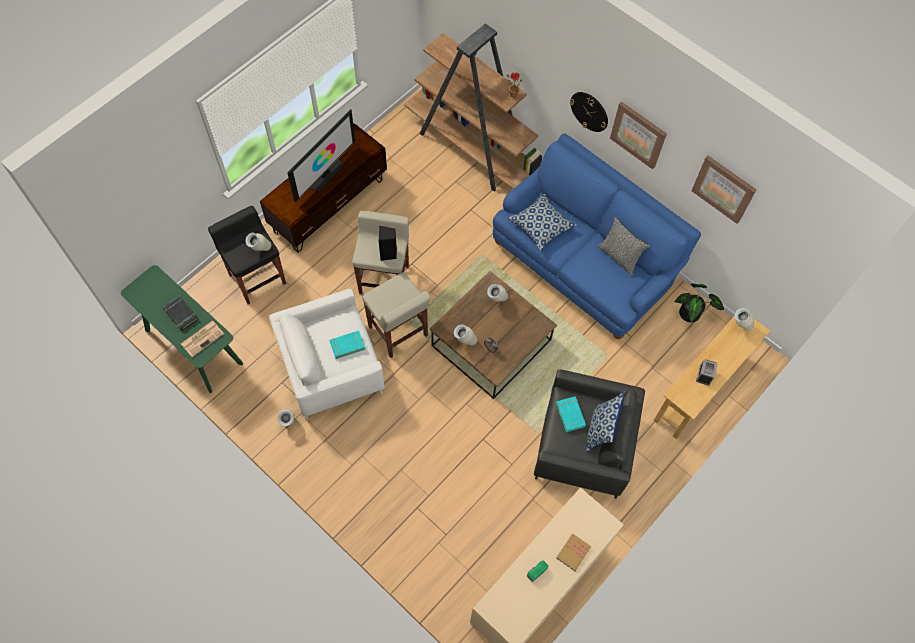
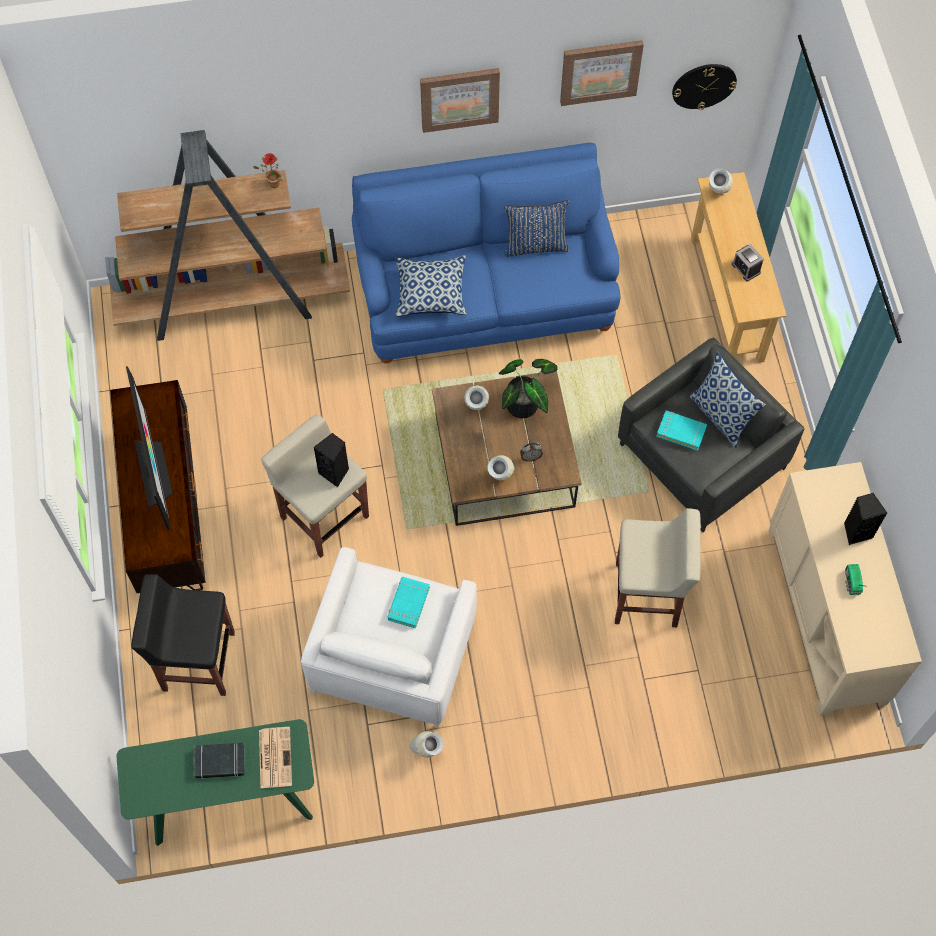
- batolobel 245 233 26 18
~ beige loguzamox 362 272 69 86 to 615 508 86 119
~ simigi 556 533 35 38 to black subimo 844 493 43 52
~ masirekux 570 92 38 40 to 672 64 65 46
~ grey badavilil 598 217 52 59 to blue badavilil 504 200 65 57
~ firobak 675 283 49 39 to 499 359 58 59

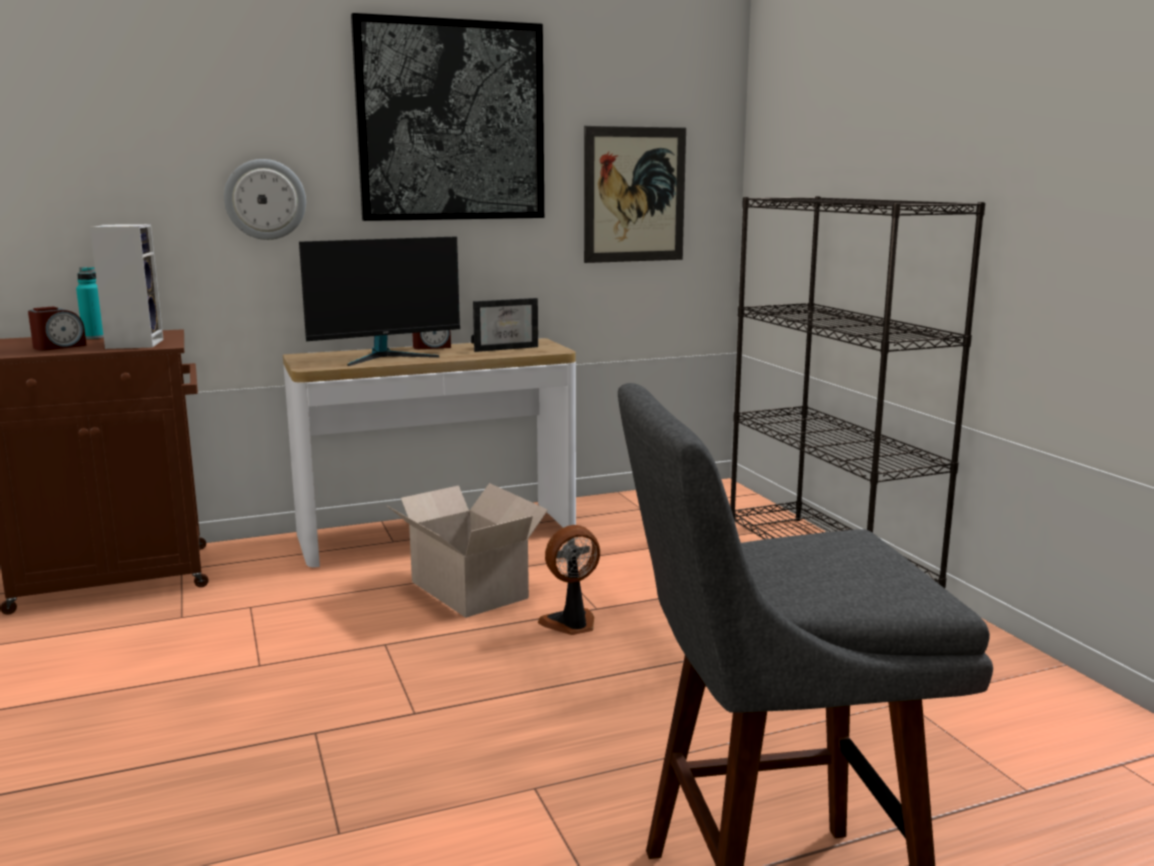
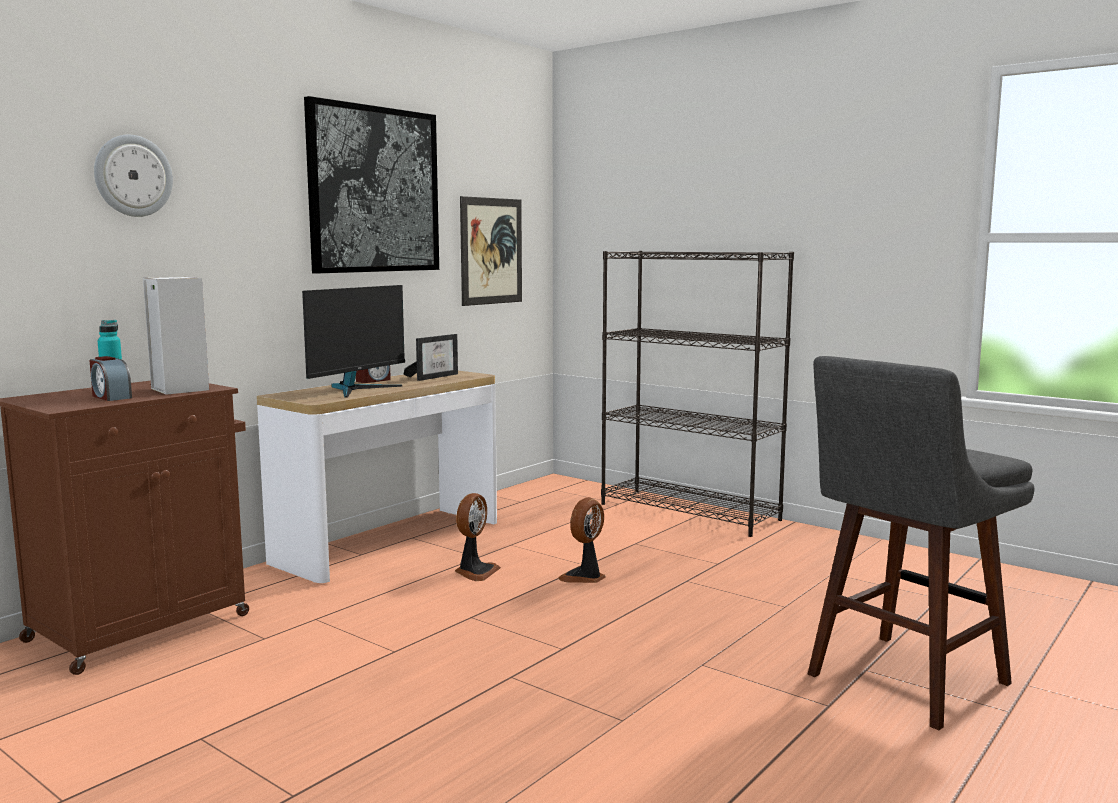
~ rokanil 28 307 59 44 = 89 356 43 45 120 degrees clockwise
~ masirekux 224 159 82 81 to 94 135 79 82
~ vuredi 386 483 162 135 to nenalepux 455 493 46 88

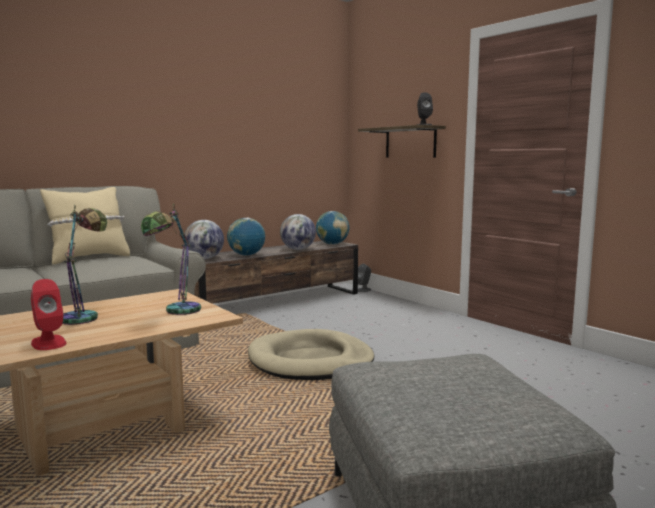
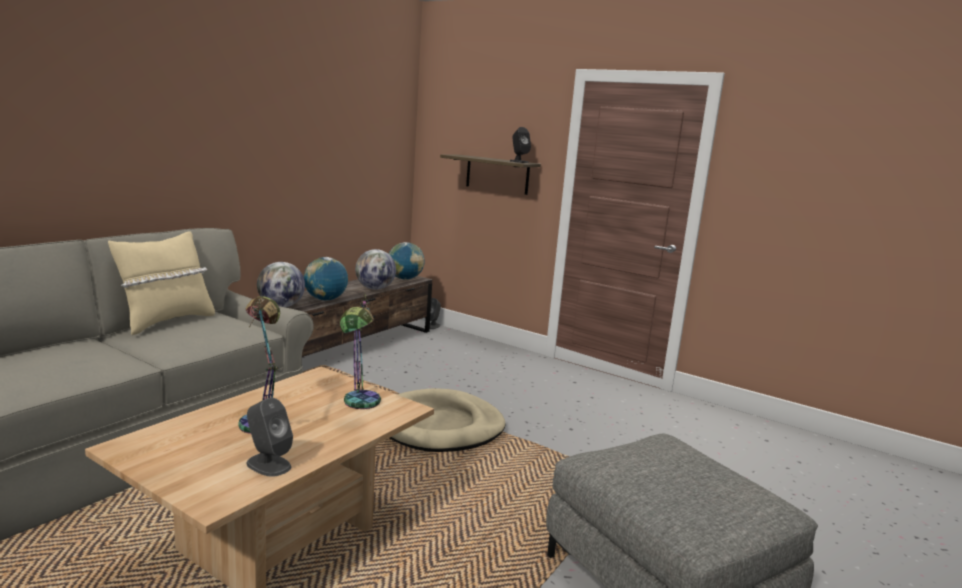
~ red subimo 31 279 35 71 to grey subimo 246 398 47 79

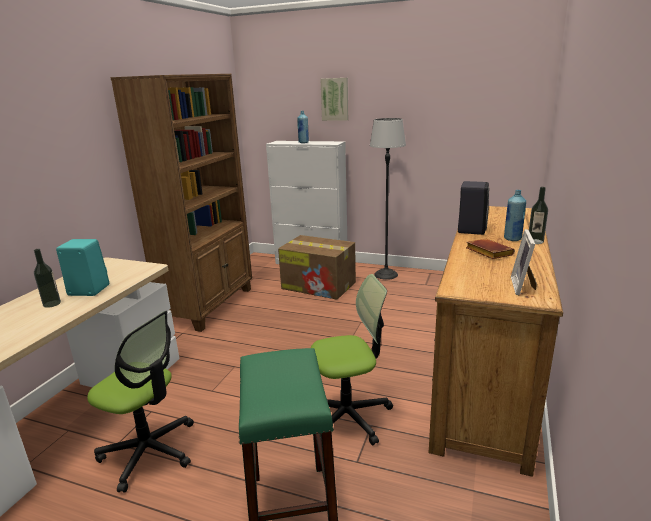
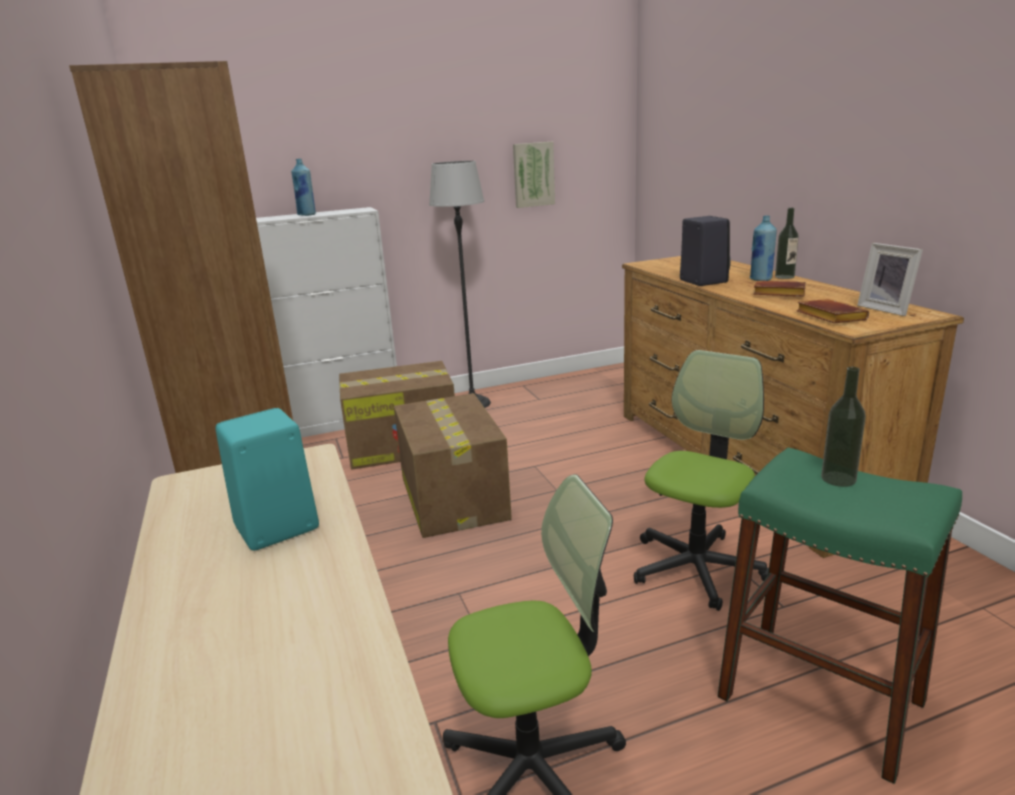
~ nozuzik 34 249 27 59 to 821 367 45 120
~ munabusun 320 78 28 43 to 513 142 42 66
+ vuredi 394 393 118 145
+ brown simigi 796 299 73 24

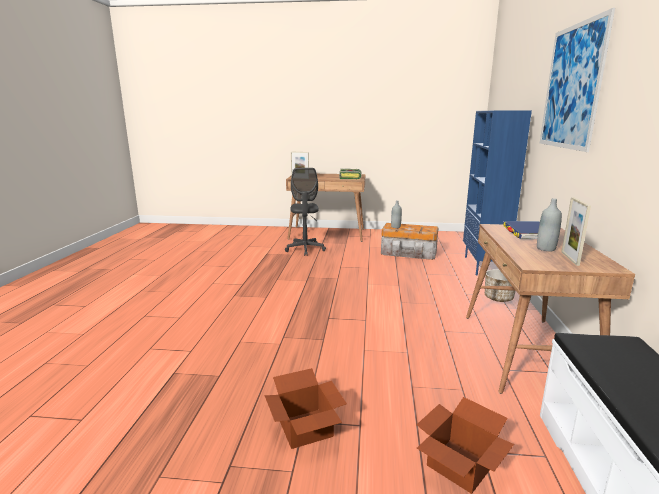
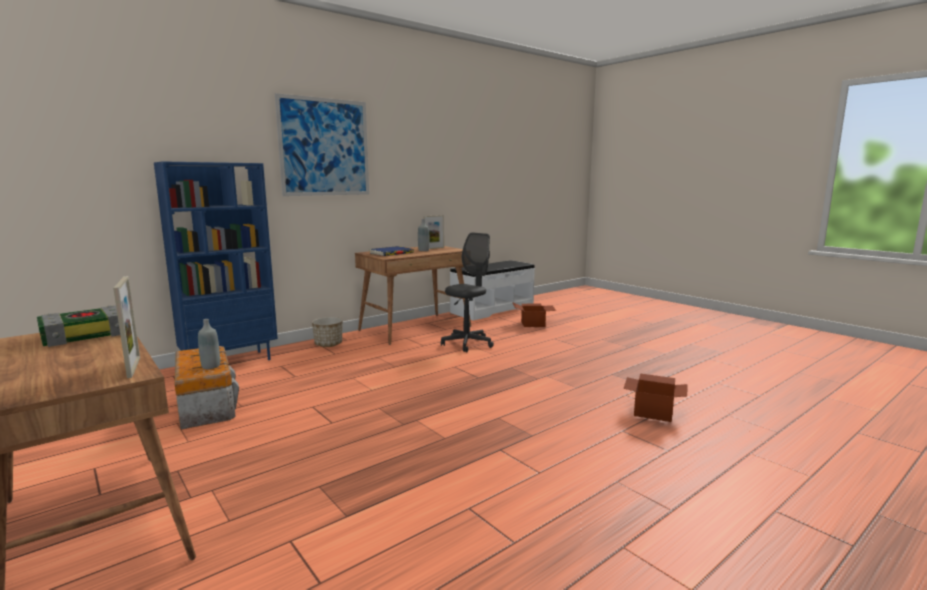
~ vuredi 264 368 83 81 to 623 373 64 49
~ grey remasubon 285 168 41 88 to 441 232 53 120

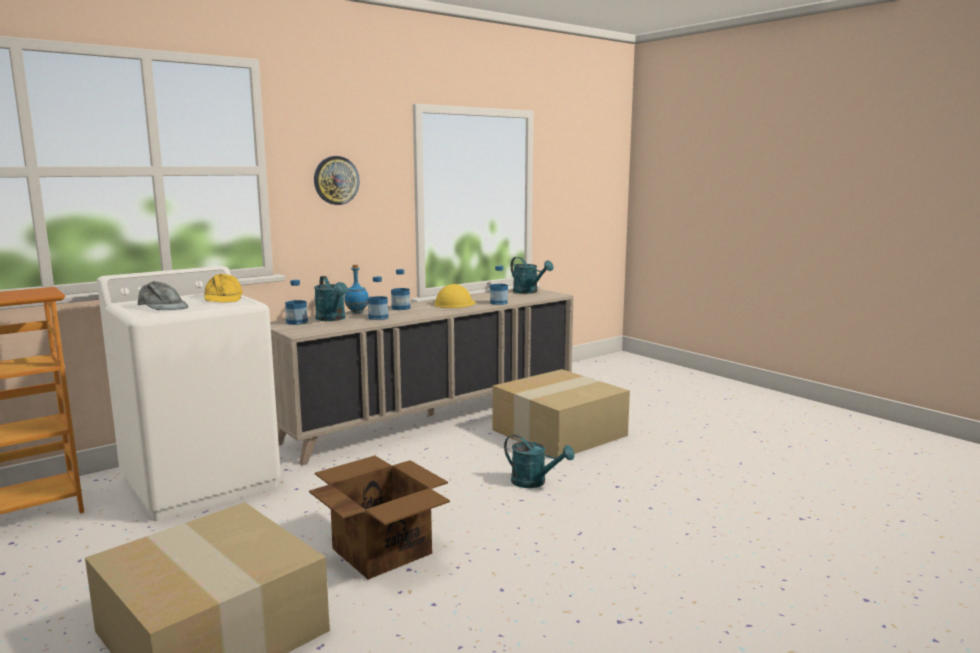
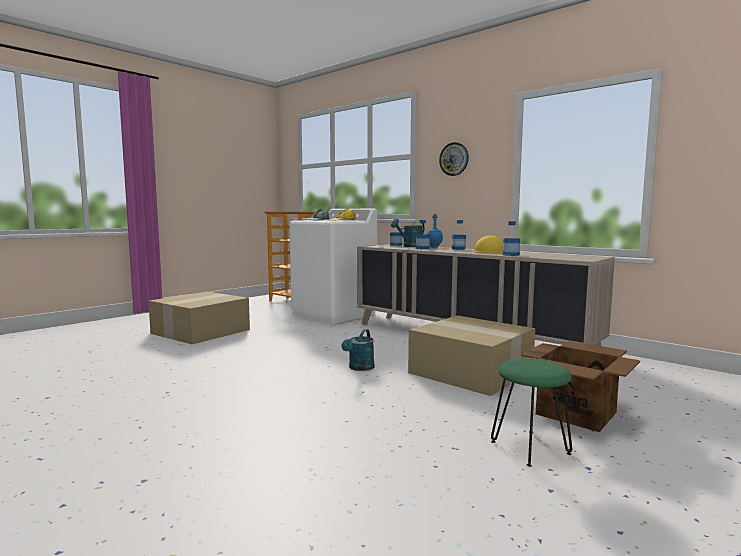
~ vuredi 309 456 141 123 to 521 341 119 91
- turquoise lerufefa 511 257 42 37
+ green loguzamox 491 358 81 109

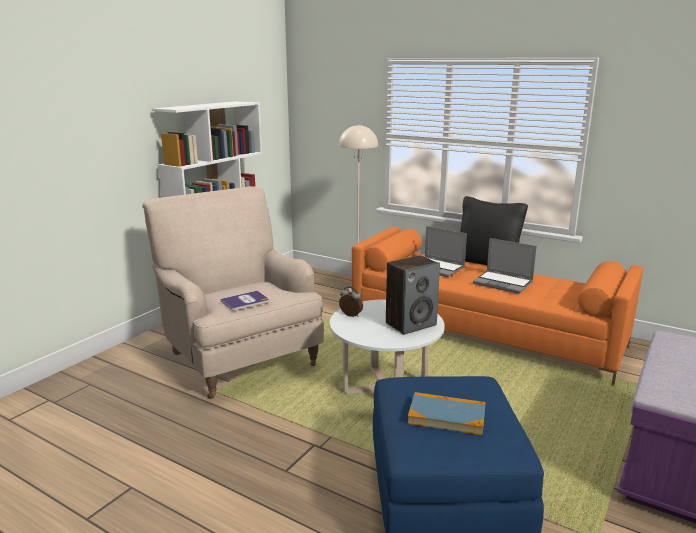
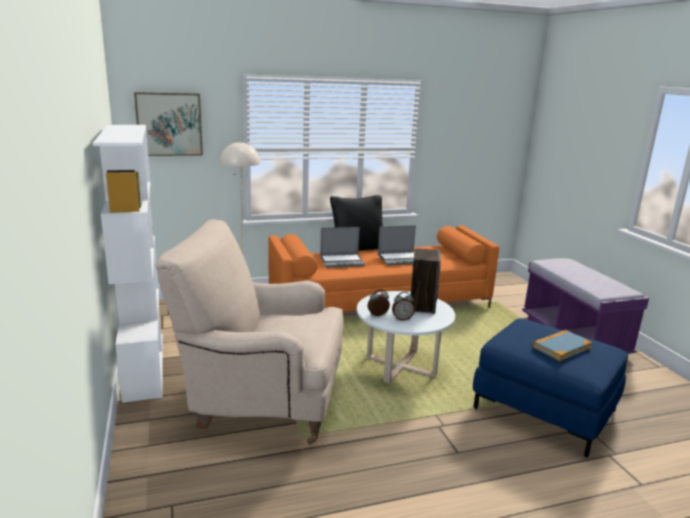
- simigi 221 291 48 19
+ munabusun 134 92 69 64
+ rokanil 392 292 23 29

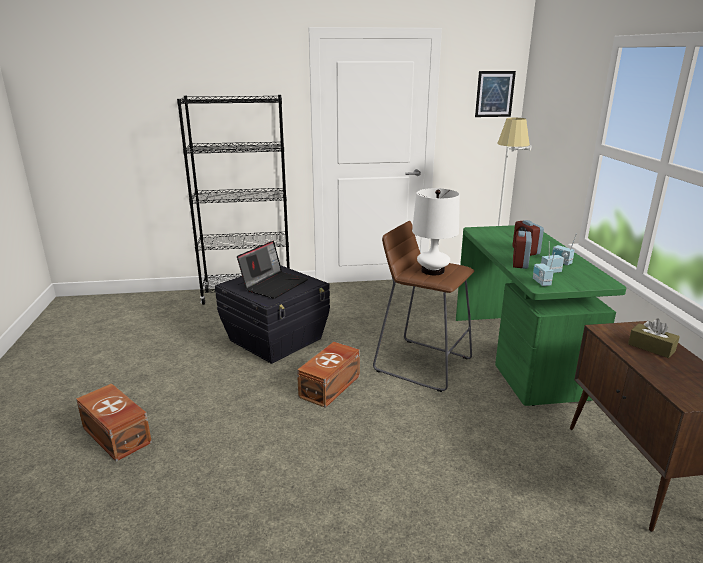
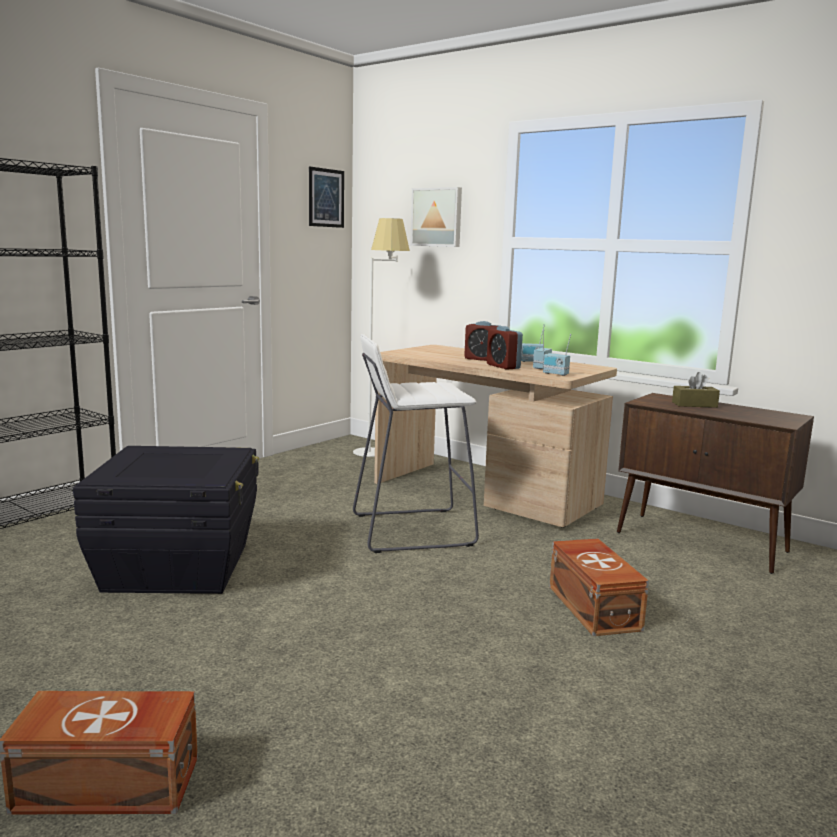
- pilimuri 237 241 71 58
~ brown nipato 297 342 63 66 to 549 538 100 98
~ brown loguzamox 373 221 101 171 to white loguzamox 353 334 126 219
- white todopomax 412 188 48 87
~ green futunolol 456 225 170 181 to beige futunolol 374 345 243 183
+ munabusun 410 187 52 60

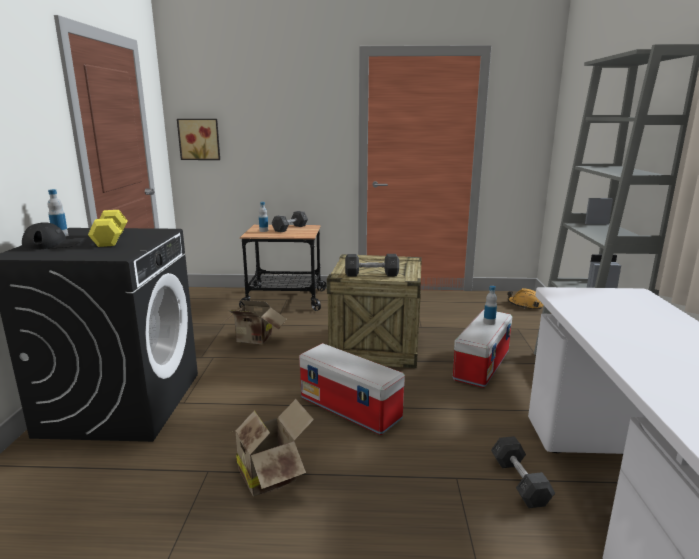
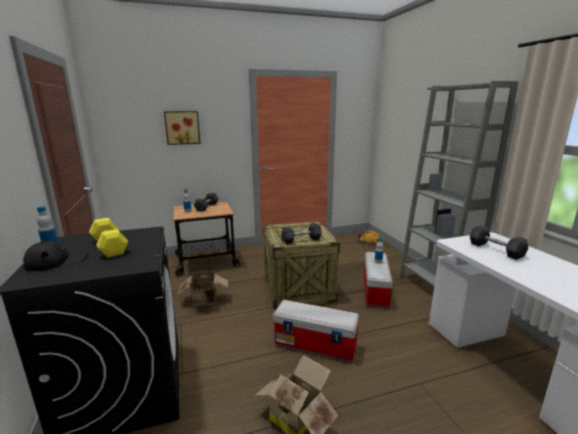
~ munabusun 177 119 43 41 to 164 111 37 34
~ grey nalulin 491 436 64 72 to 470 225 58 35

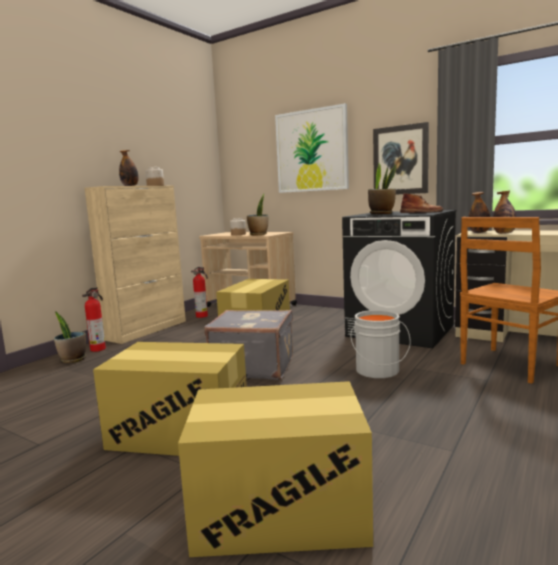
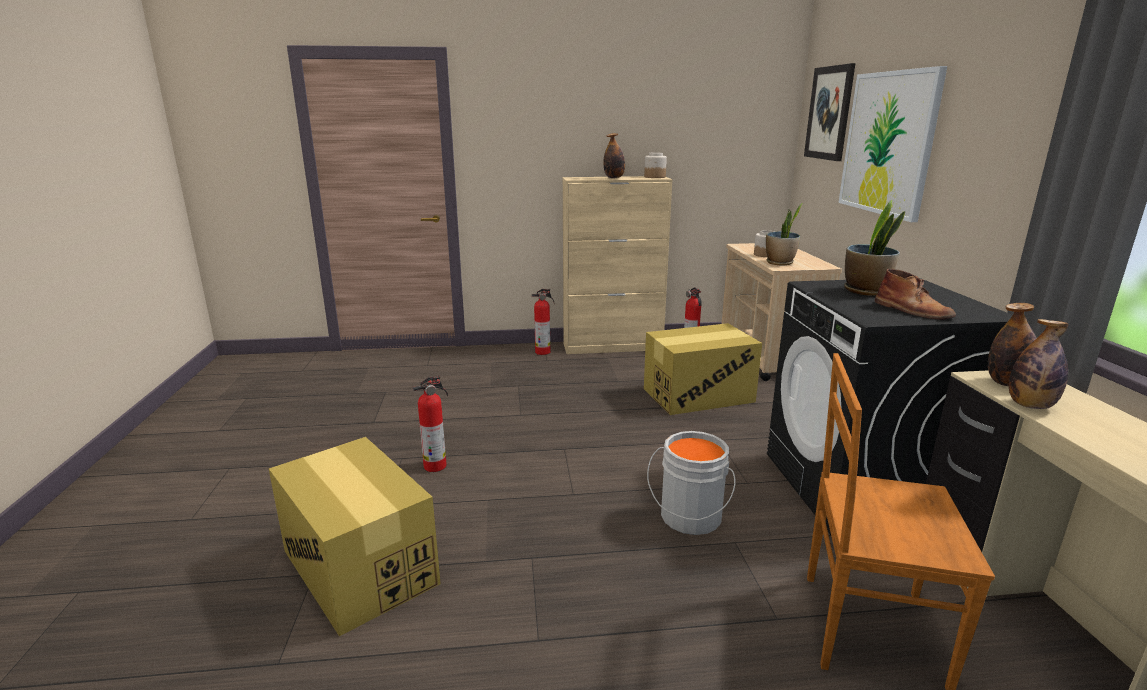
- firobak 54 311 32 52
~ vuredi 93 342 154 114 to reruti 413 376 35 96
- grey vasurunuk 204 310 89 70
~ munabusun 373 122 56 73 to 804 63 52 98

